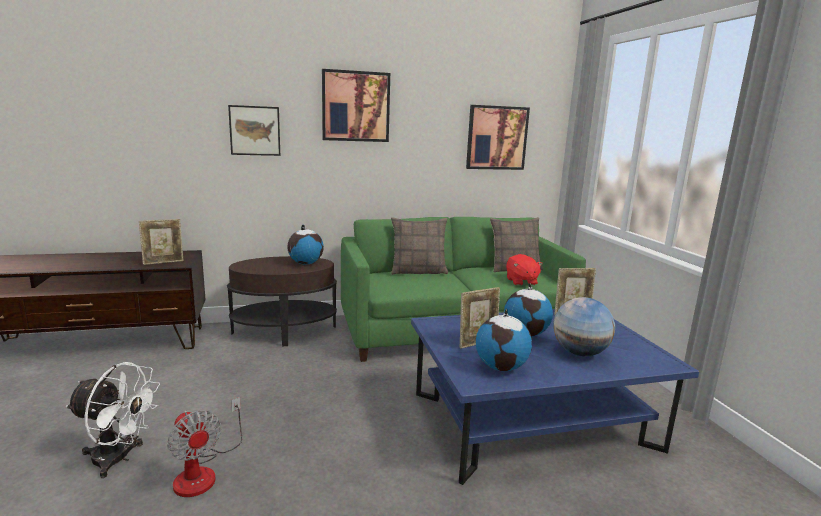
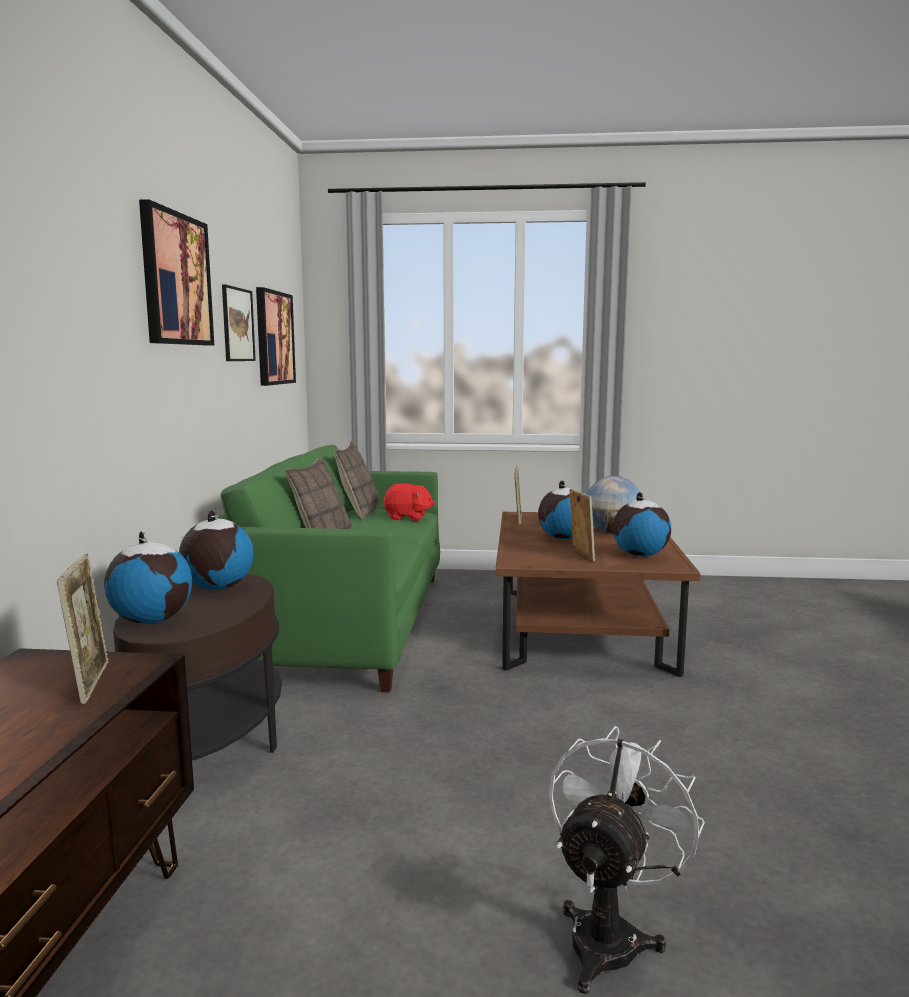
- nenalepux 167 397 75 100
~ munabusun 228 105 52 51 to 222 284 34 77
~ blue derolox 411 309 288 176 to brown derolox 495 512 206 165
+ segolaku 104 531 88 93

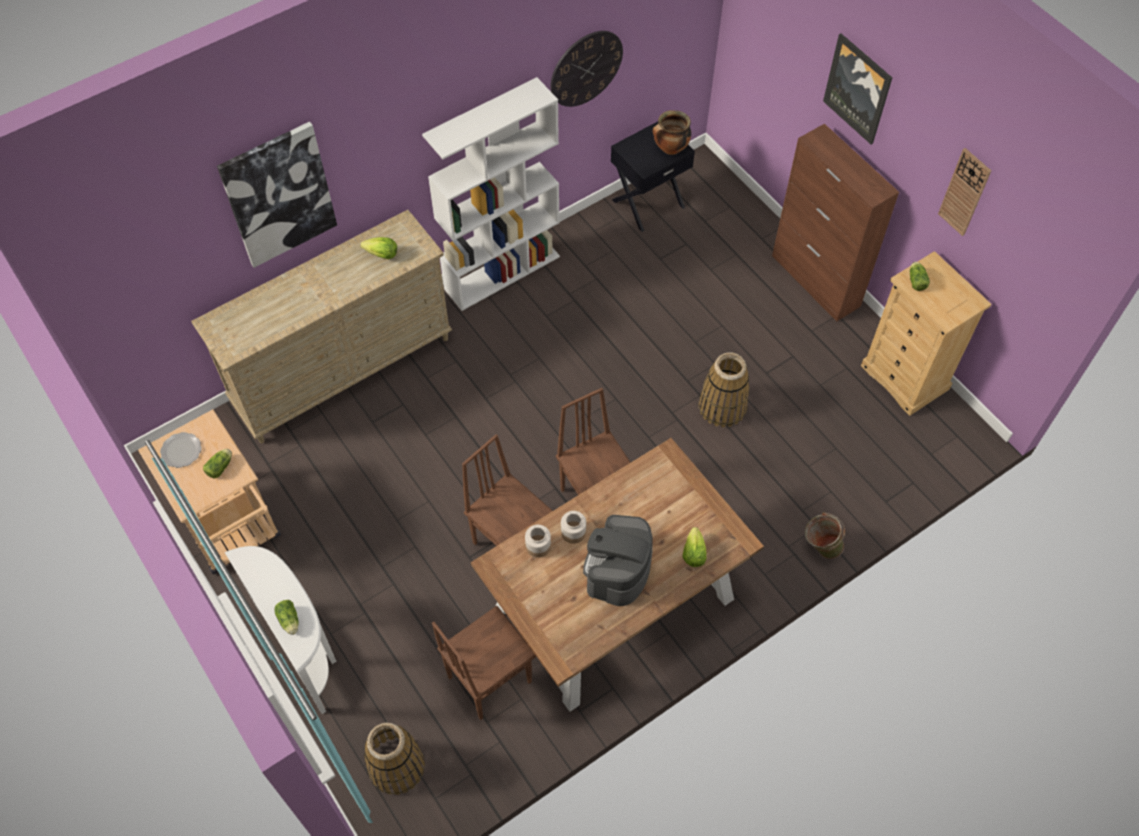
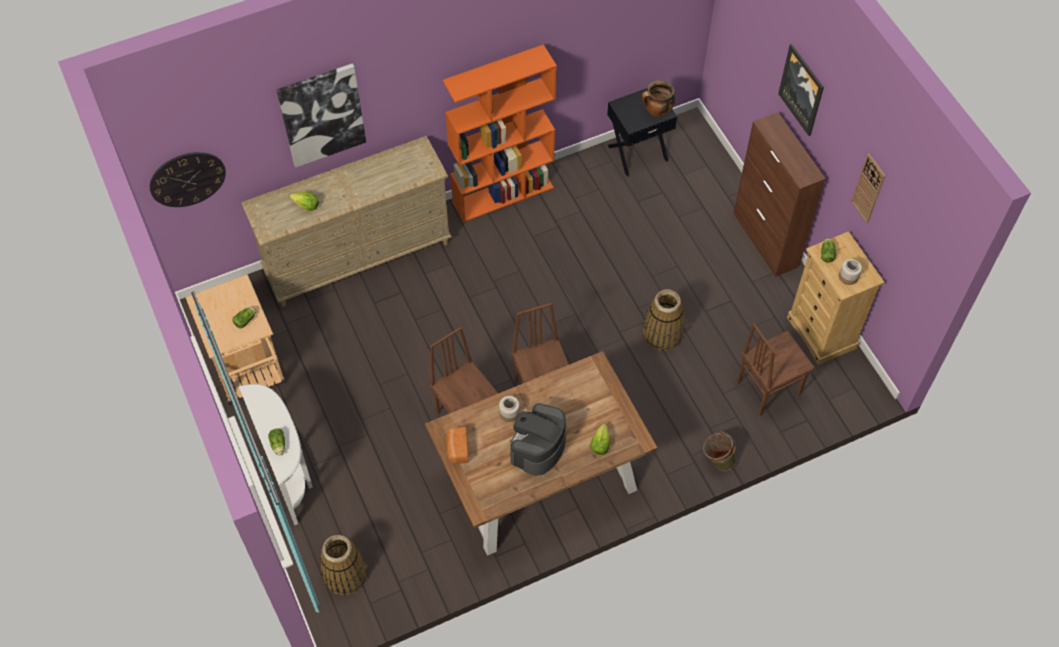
- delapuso 160 432 42 36
~ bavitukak 360 237 37 22 to 289 192 30 19
~ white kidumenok 422 77 138 234 to orange kidumenok 443 44 114 178
~ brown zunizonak 432 606 105 114 to 737 323 78 93
~ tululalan 525 525 26 33 to 839 259 23 26
~ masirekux 551 31 72 76 to 150 152 76 55
+ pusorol 446 426 23 38

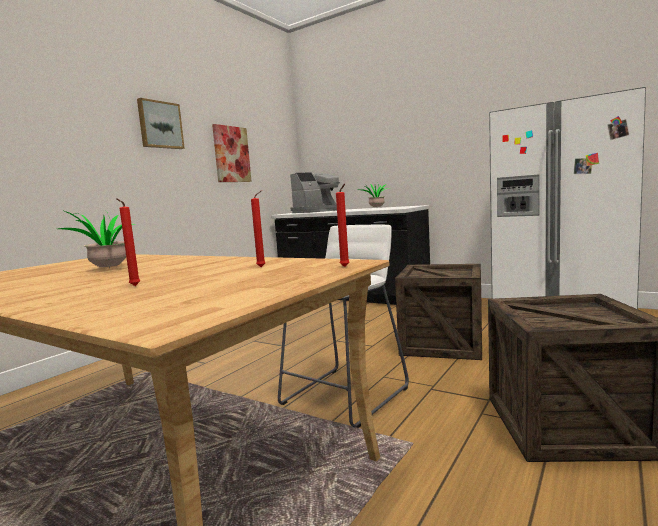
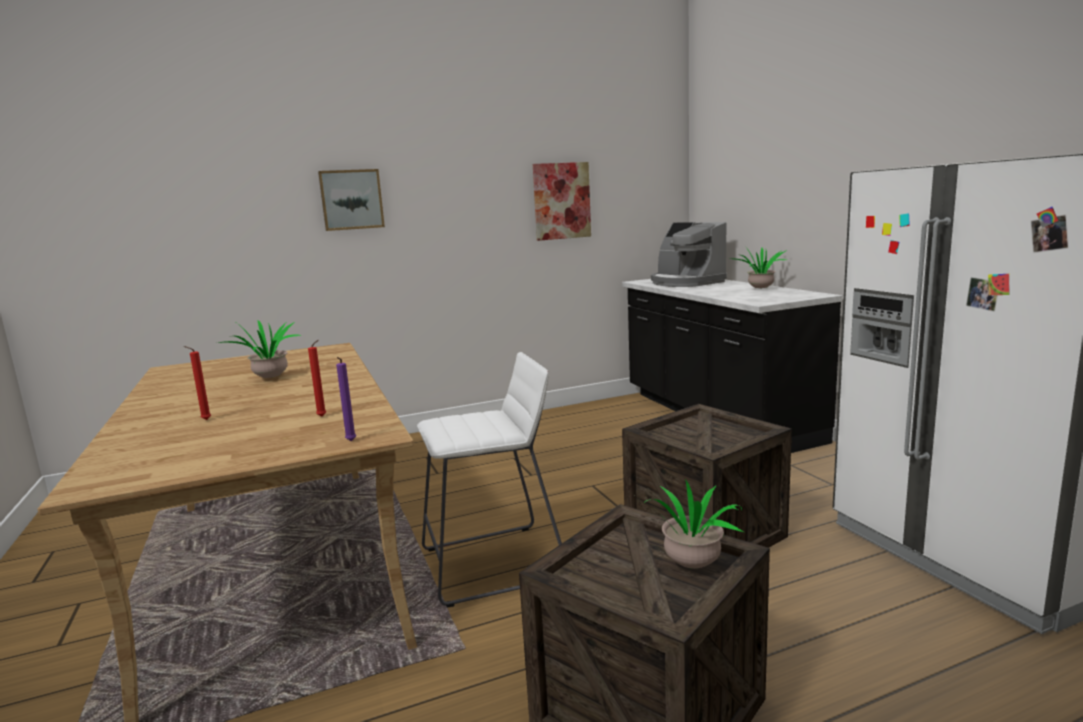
~ munabusun 137 98 48 51 to 318 169 67 62
~ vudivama 290 172 50 41 = 651 222 76 65 60 degrees clockwise
~ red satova 336 184 13 83 to purple satova 336 357 20 84
+ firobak 631 479 113 90

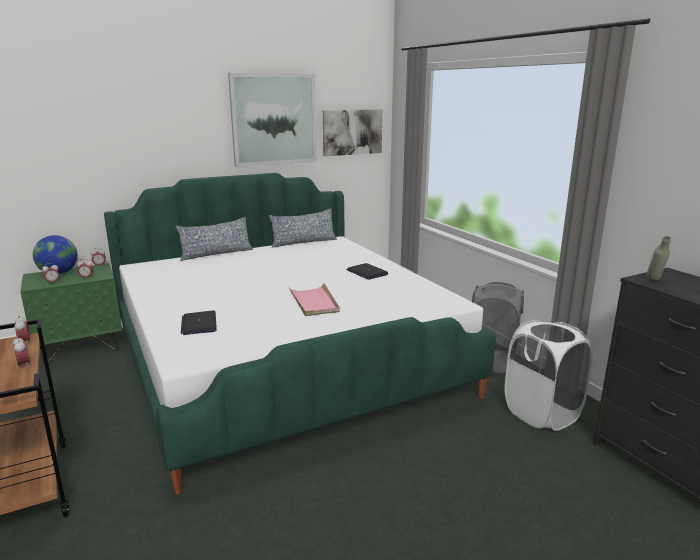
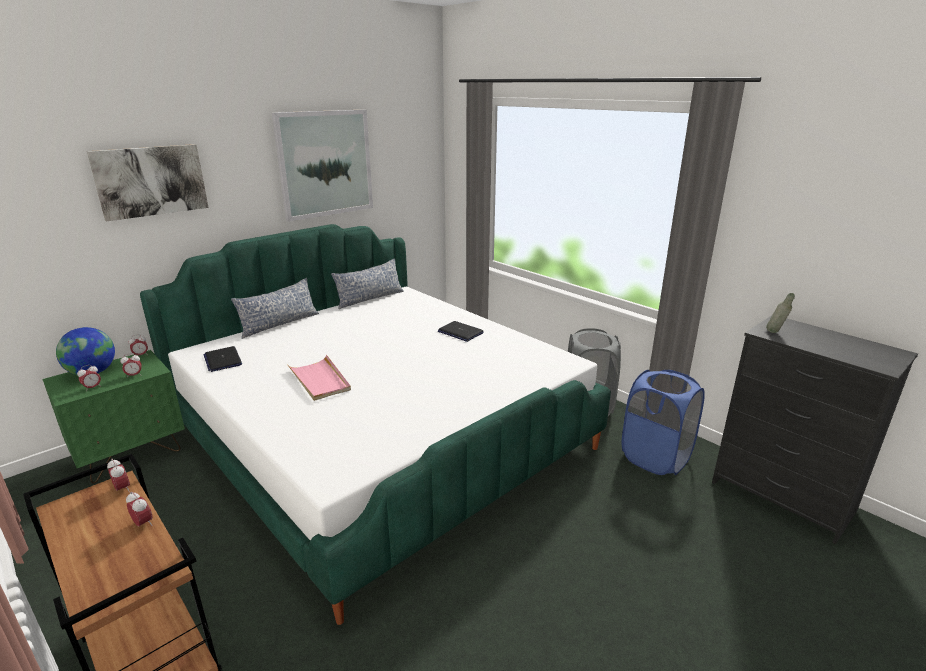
~ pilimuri 181 311 36 24 to 203 346 39 26
~ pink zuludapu 288 283 52 33 to 287 355 64 46
~ munabusun 323 109 59 47 to 87 144 122 77
~ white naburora 504 320 89 111 to blue naburora 622 370 83 105

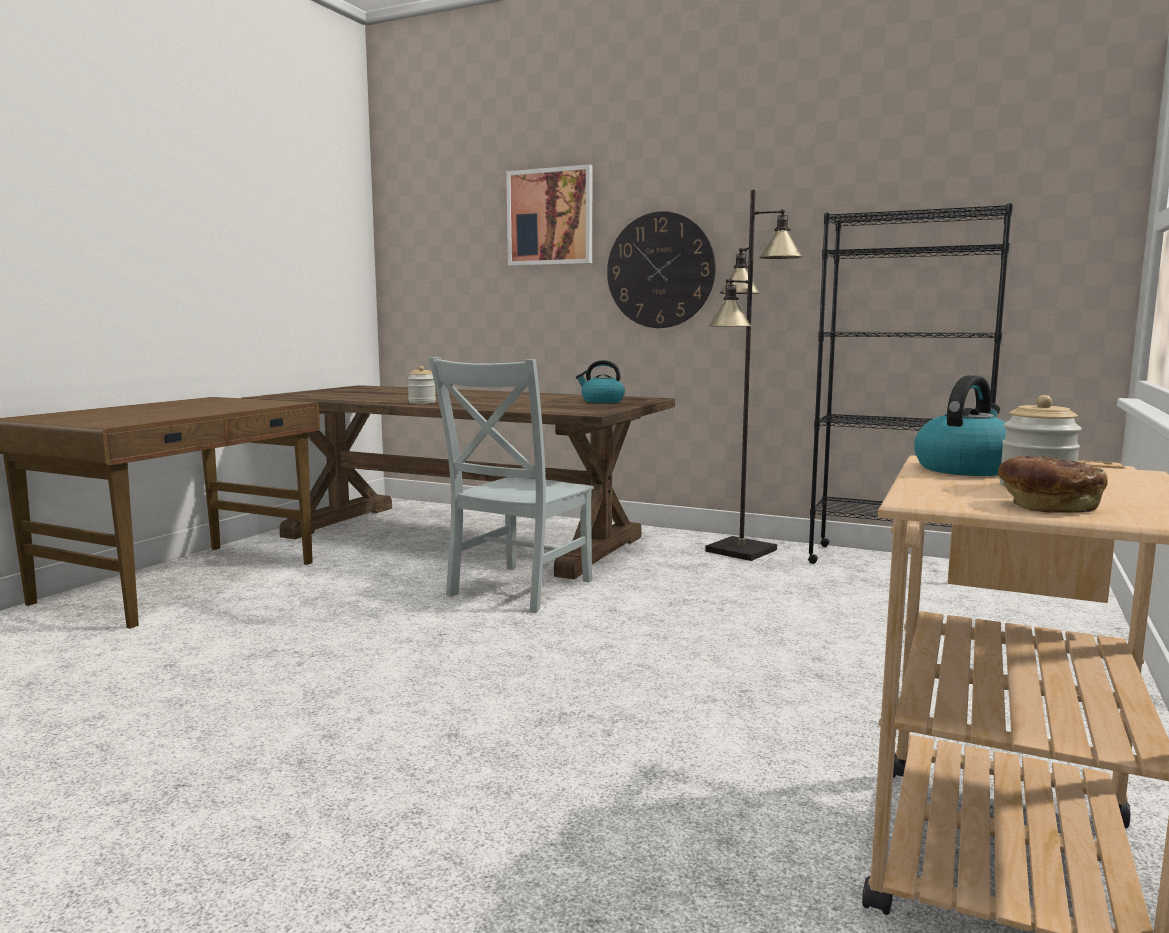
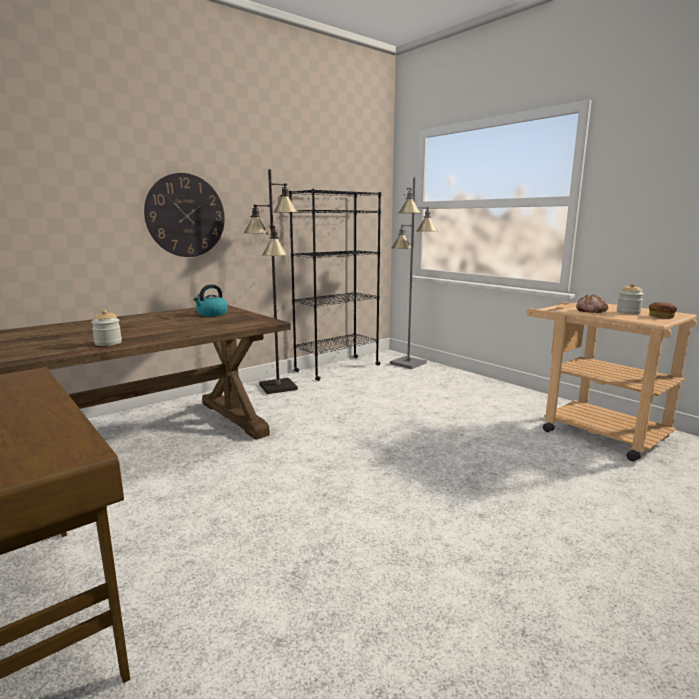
- grey zunizonak 428 357 166 256
- munabusun 506 164 86 102
~ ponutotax 914 375 92 101 to pusorol 576 295 32 18
+ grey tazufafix 390 177 47 192

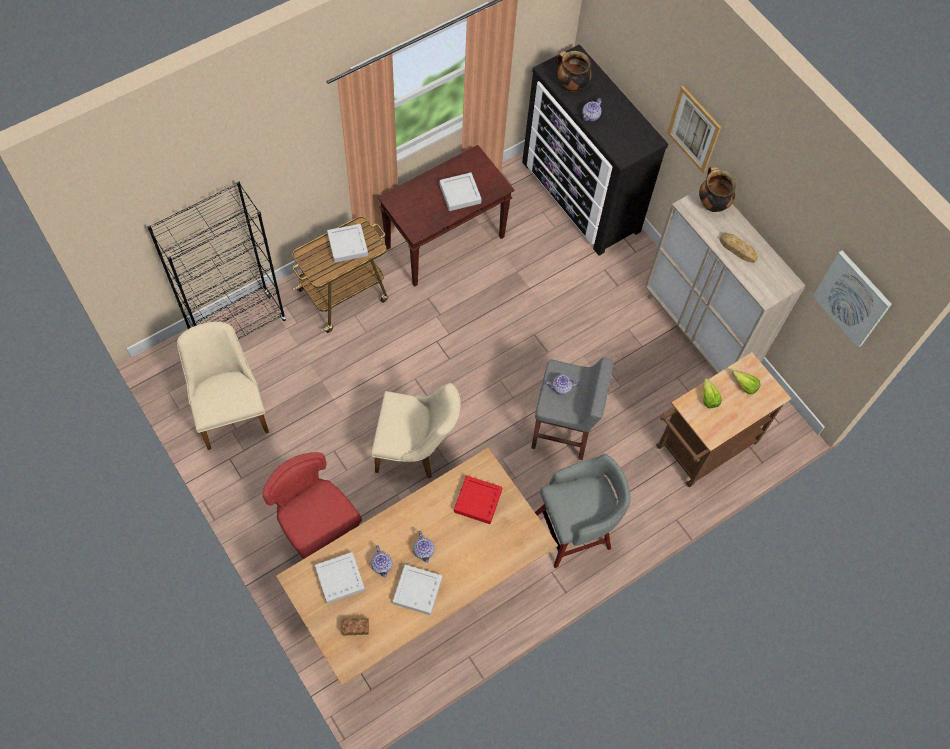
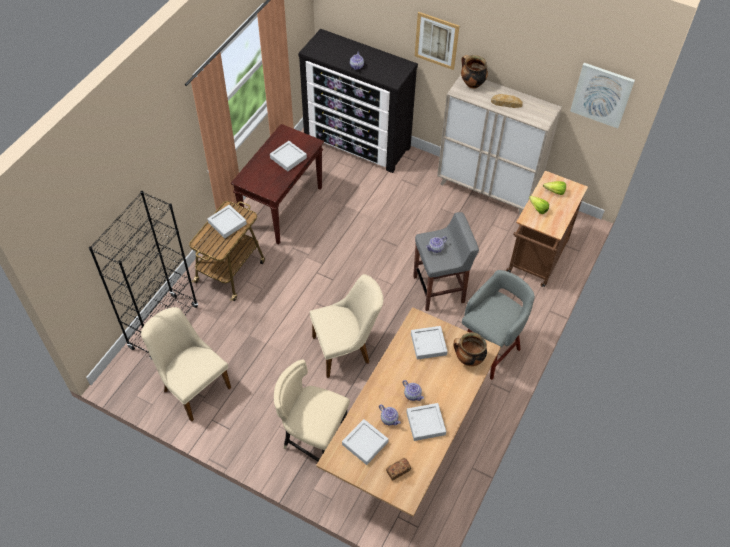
~ red zunizonak 263 452 99 107 to beige zunizonak 274 360 76 112
~ red zuludapu 454 476 48 48 to grey zuludapu 411 326 37 34
~ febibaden 557 51 35 41 to 454 332 33 34

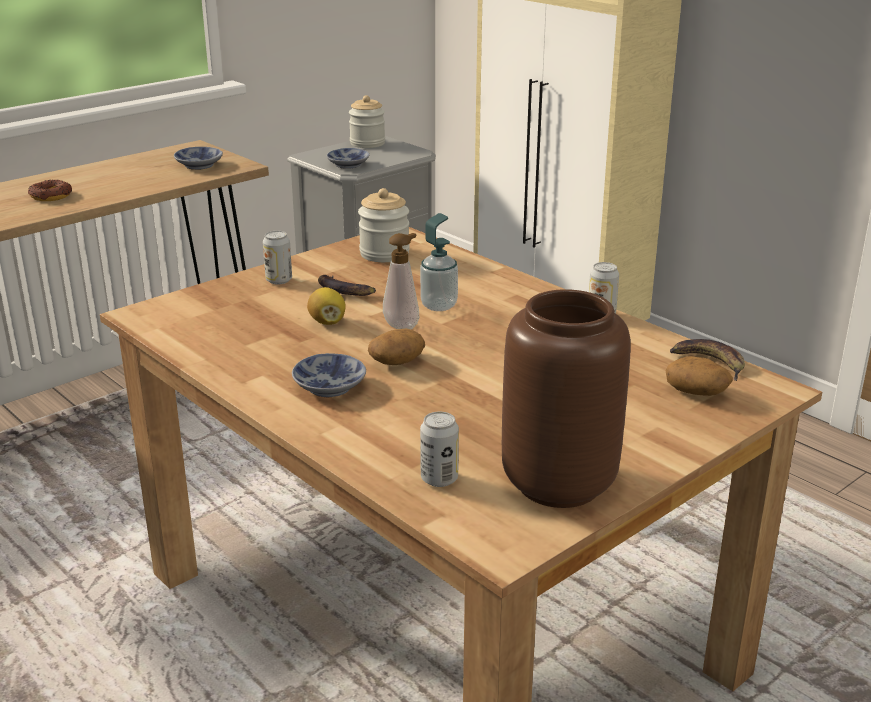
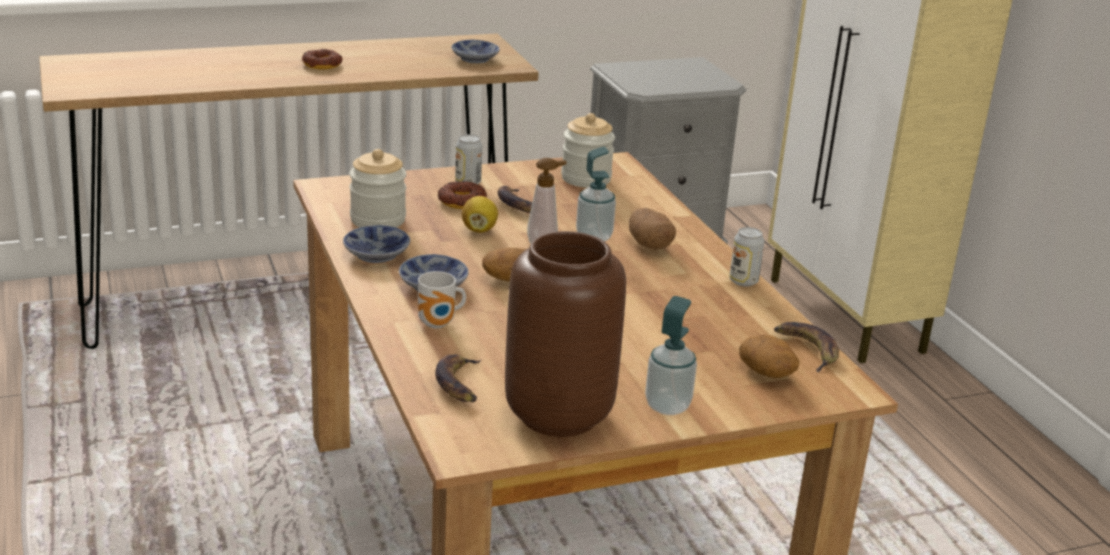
~ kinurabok 327 148 42 21 to 343 225 67 38
~ tululalan 349 95 36 53 to 349 149 57 79
~ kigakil 420 412 39 75 to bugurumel 435 354 46 48
+ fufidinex 418 271 48 57
+ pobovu 438 181 49 28
+ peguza 629 208 47 42
+ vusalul 645 296 52 119

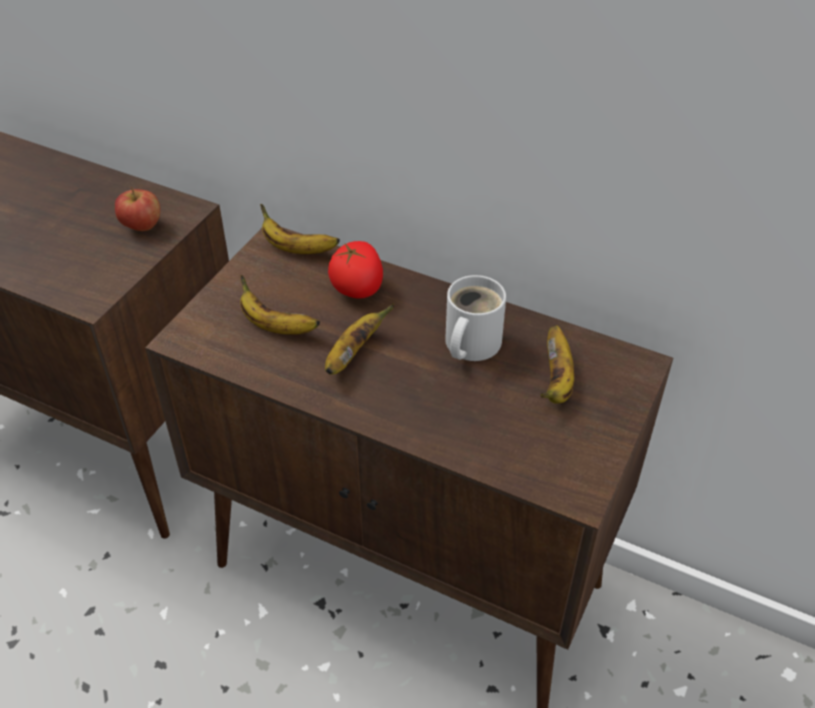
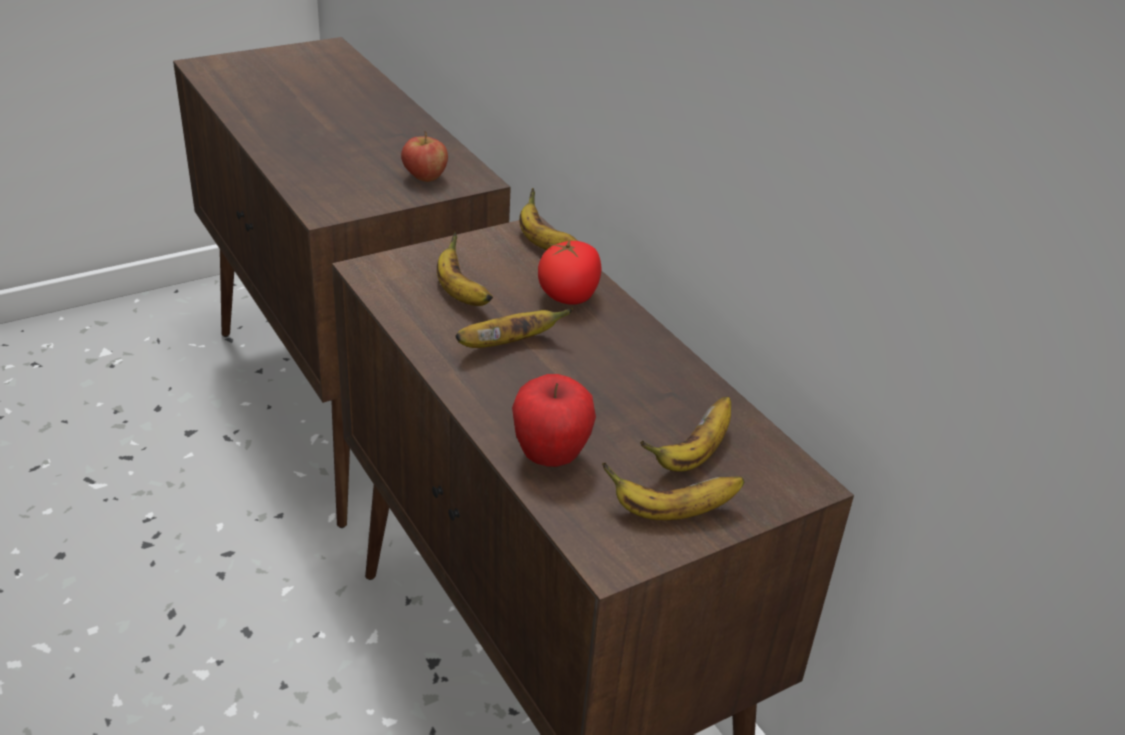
- white fufidinex 445 275 61 86
+ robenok 512 374 84 93
+ bugurumel 602 463 142 57

